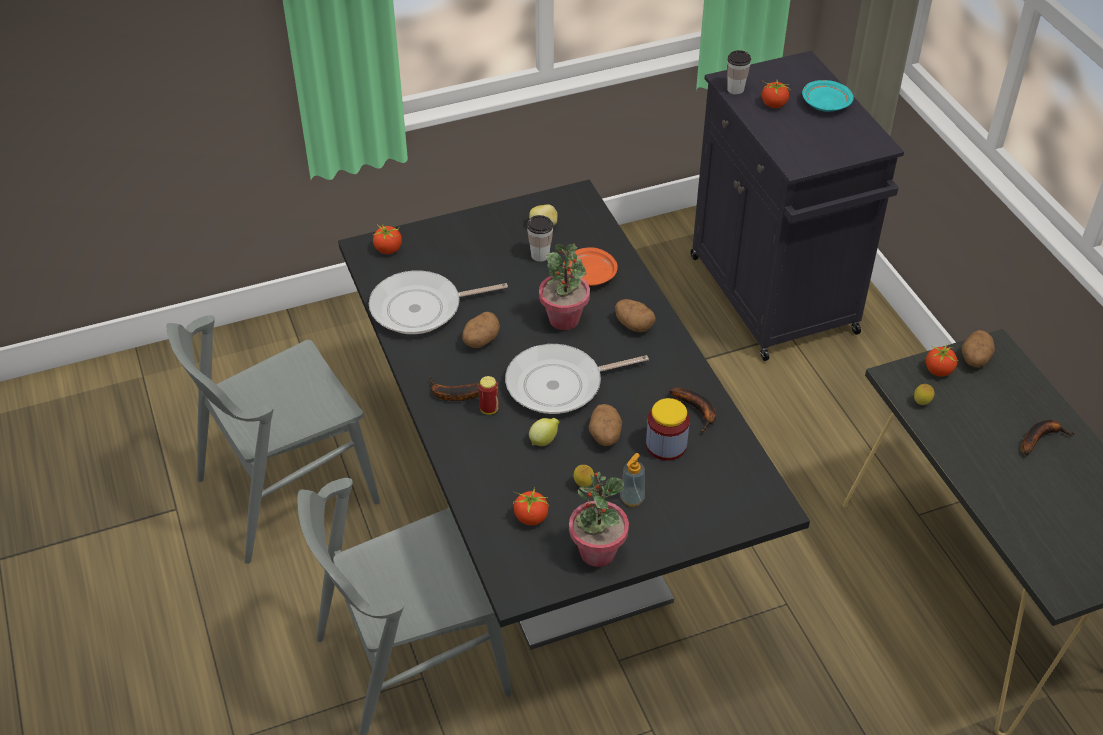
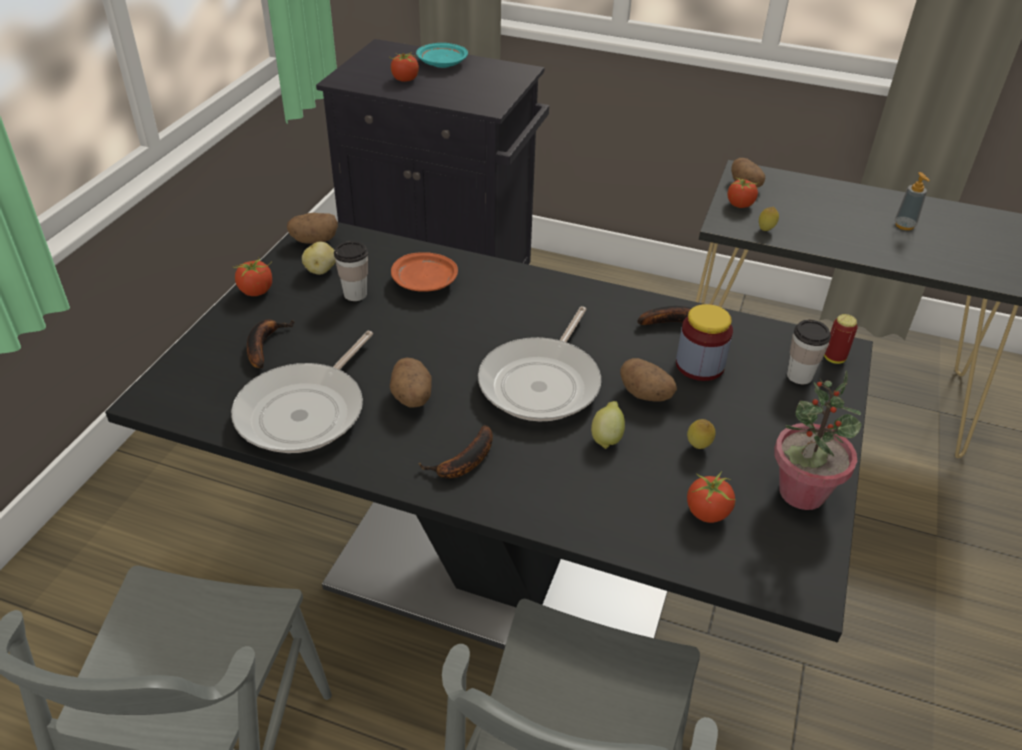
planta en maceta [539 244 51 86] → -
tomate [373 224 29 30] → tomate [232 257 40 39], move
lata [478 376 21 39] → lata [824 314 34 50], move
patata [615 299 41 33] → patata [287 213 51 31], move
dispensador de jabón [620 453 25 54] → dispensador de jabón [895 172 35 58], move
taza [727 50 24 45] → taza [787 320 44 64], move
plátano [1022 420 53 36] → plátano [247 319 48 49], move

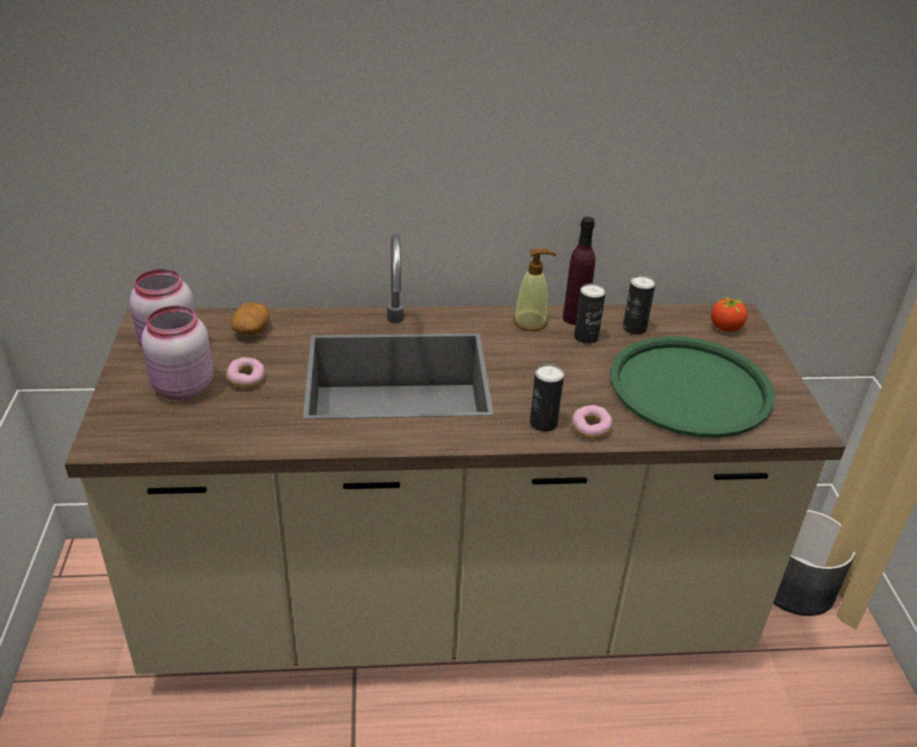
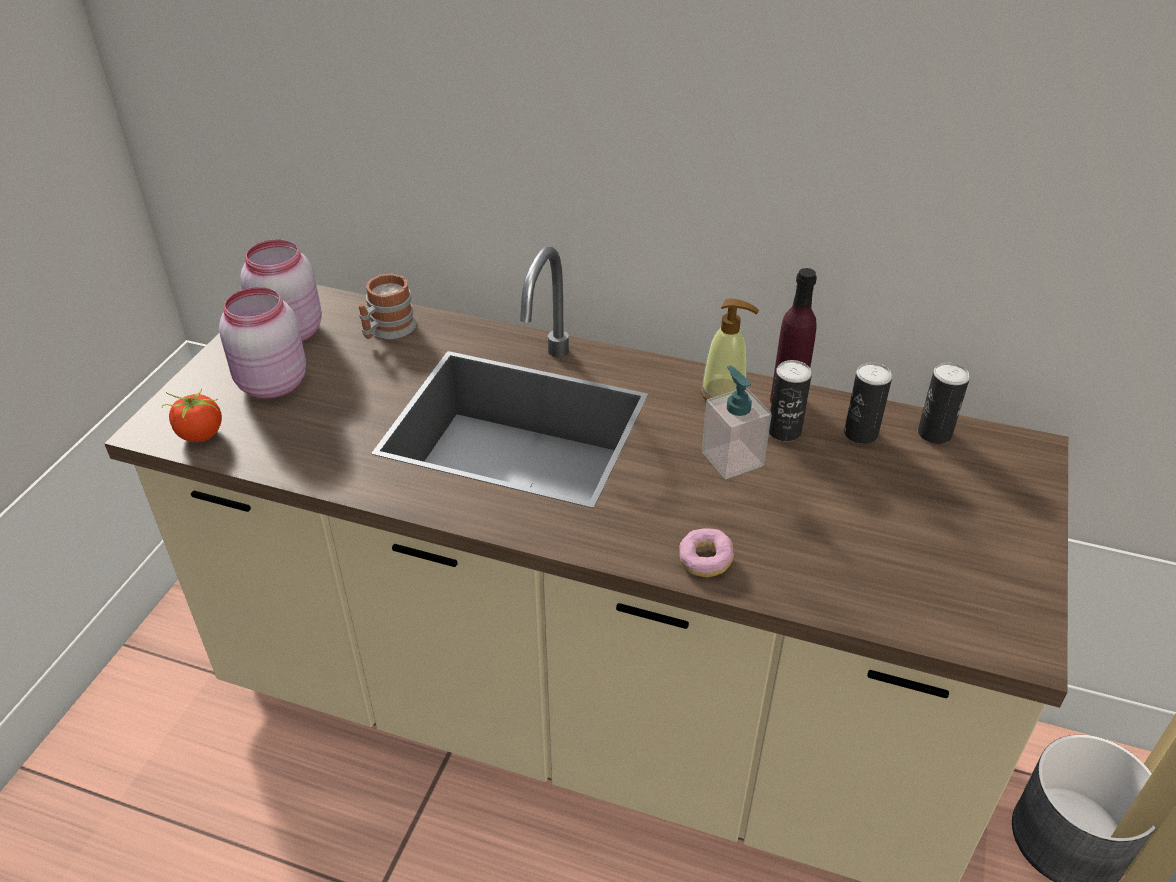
rosquilla [226 357 39 32] → -
bandeja (verde) [610 336 165 102] → -
- → dispensador de jabón [702 366 70 113]
lata [530 364 34 68] → lata [918 362 52 82], move
tomate [711 295 36 37] → tomate [162 388 60 54], move
patata [231 302 39 34] → taza grande [358 273 58 66]

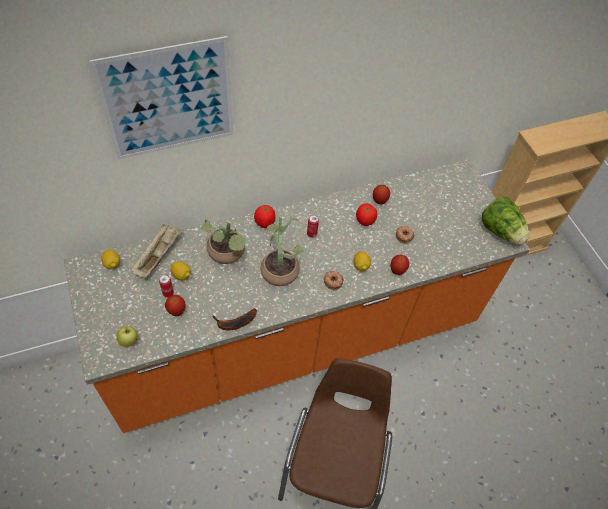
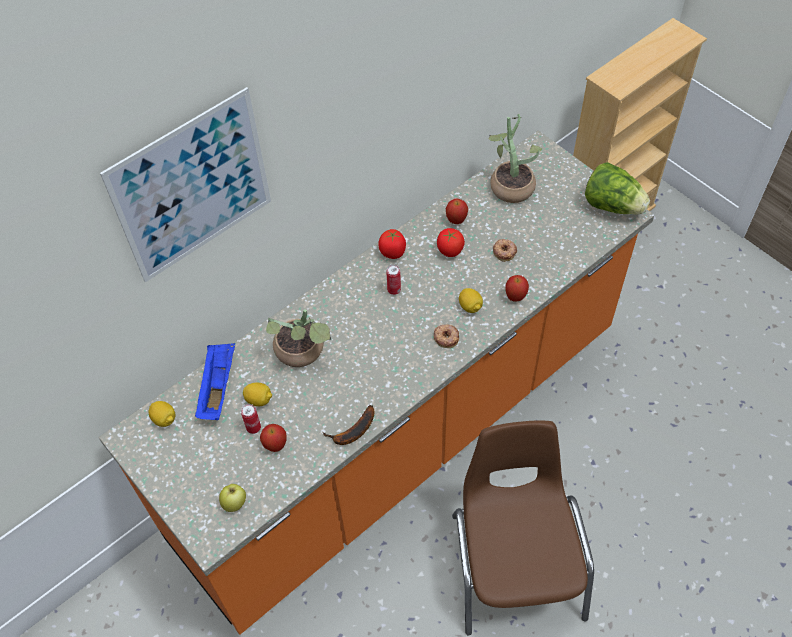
tomate [254 205 22 23] → tomate [378 229 28 30], move
planta en maceta [260 216 44 70] → planta en maceta [488 114 54 89], move
bandeja (beis) [131 224 51 54] → bandeja (azul) [195 343 40 77]

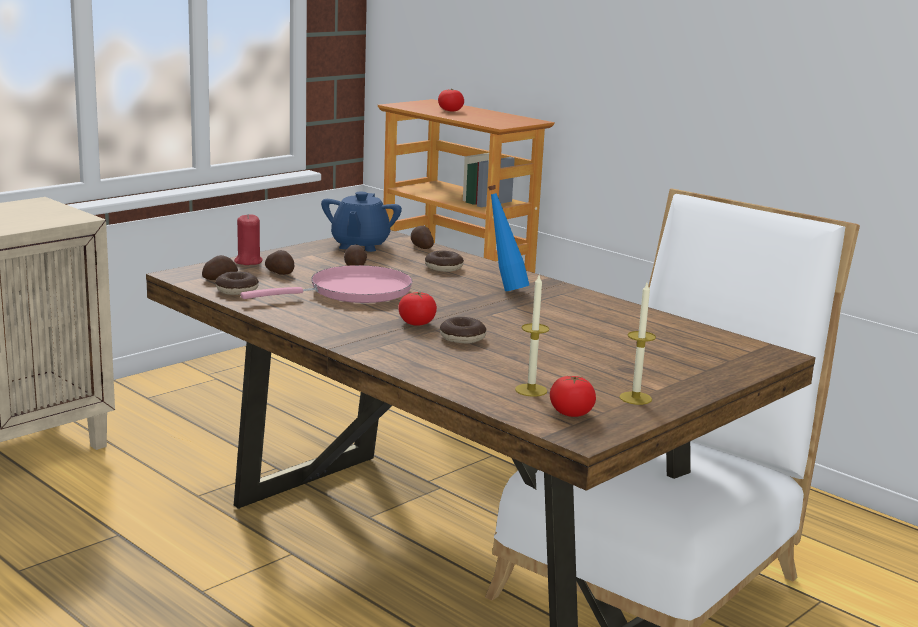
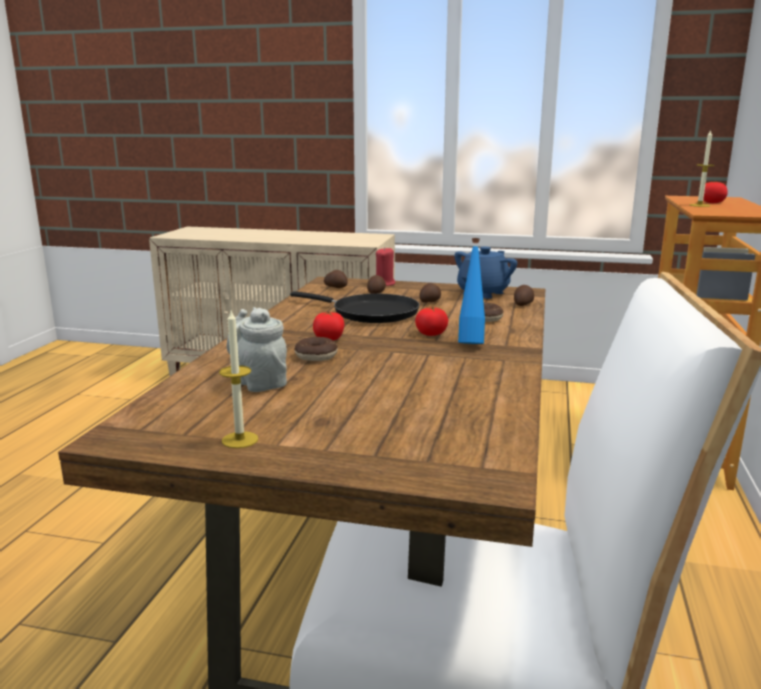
rosquilla [215 272 44 23] → -
- → tetera (gris) [226 307 61 85]
vela [515 275 34 122] → vela [690 130 25 77], move
tomate [550 376 46 41] → tomate [415 307 33 29], move
sartén (rosa) [241 265 172 38] → sartén (negro) [290 291 130 32]
tetera (azul) [321 192 81 60] → tetera (azul) [455 247 62 52], 150 degrees clockwise

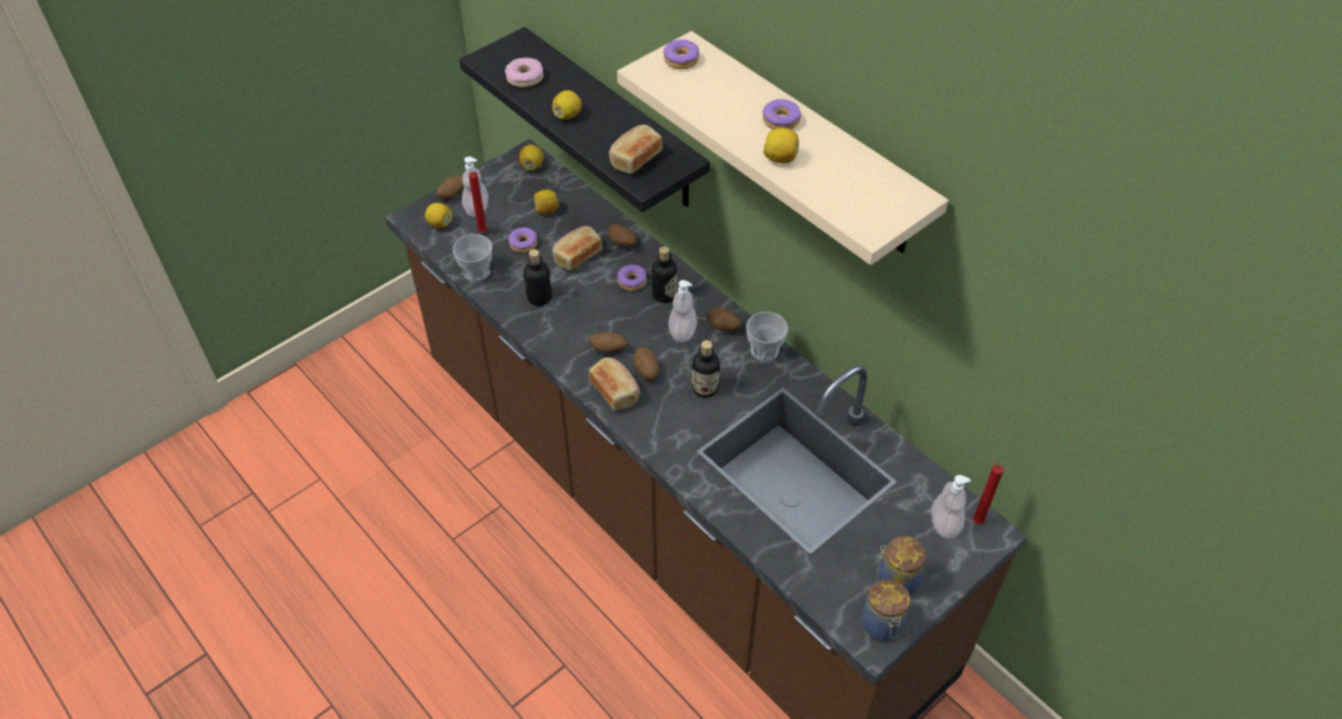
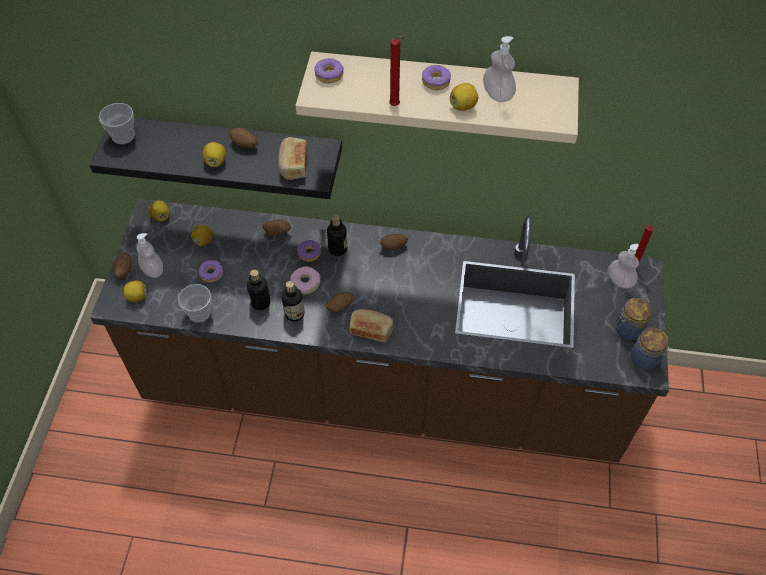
pan [552 226 51 45] → -
vela (rojo) [469 171 19 62] → vela (rojo) [389 36 16 70], move
rosquilla [505 58 38 30] → rosquilla [290 266 30 29], move
patata [634 347 25 33] → patata [230 128 28 21], move
dispensador de jabón [668 280 29 62] → dispensador de jabón [483 36 33 66], move
botella [692 340 28 58] → botella [282 281 22 40], move
taza [746 312 42 50] → taza [99 103 36 41], move

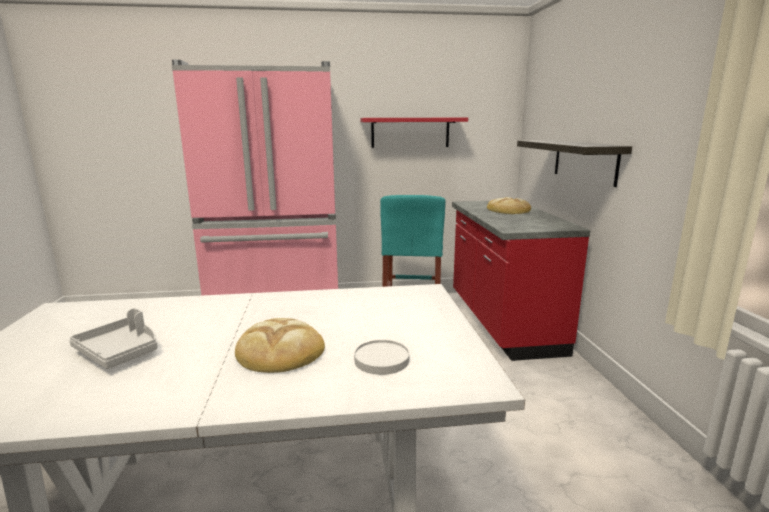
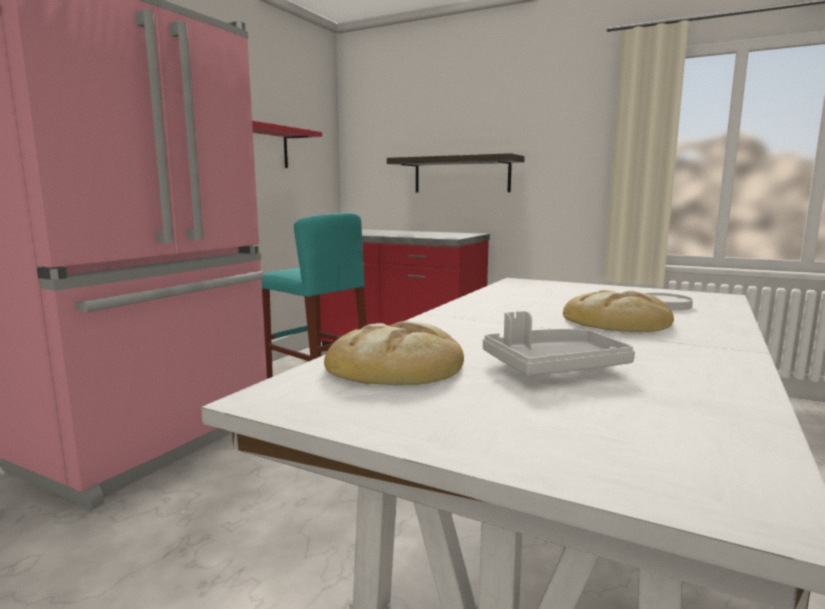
pan [487 197 44 17] → pan [324 321 140 64], move

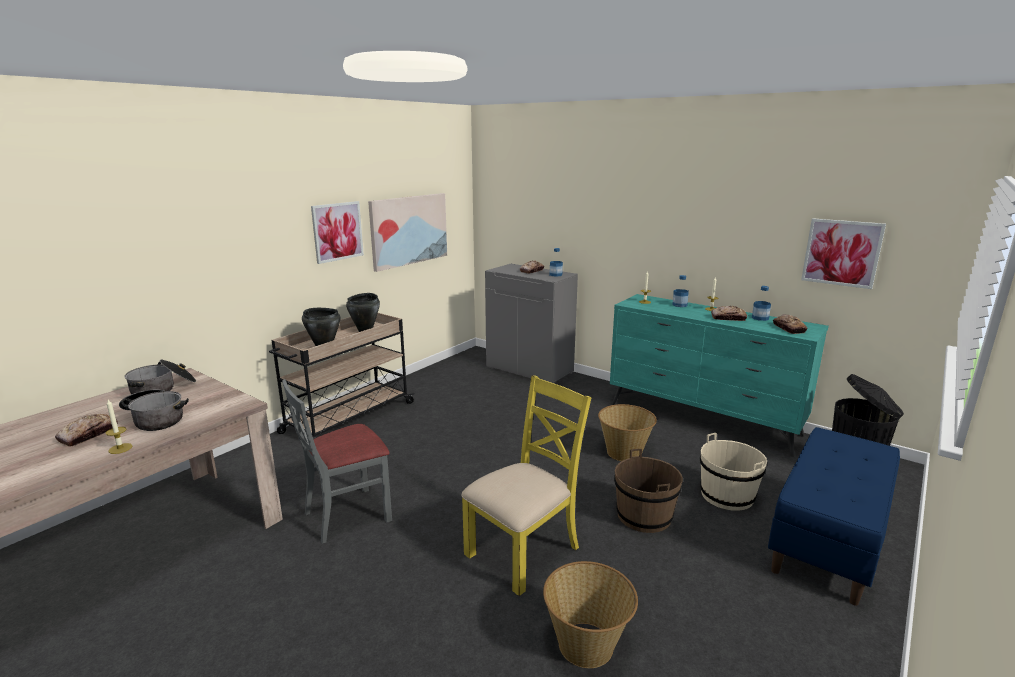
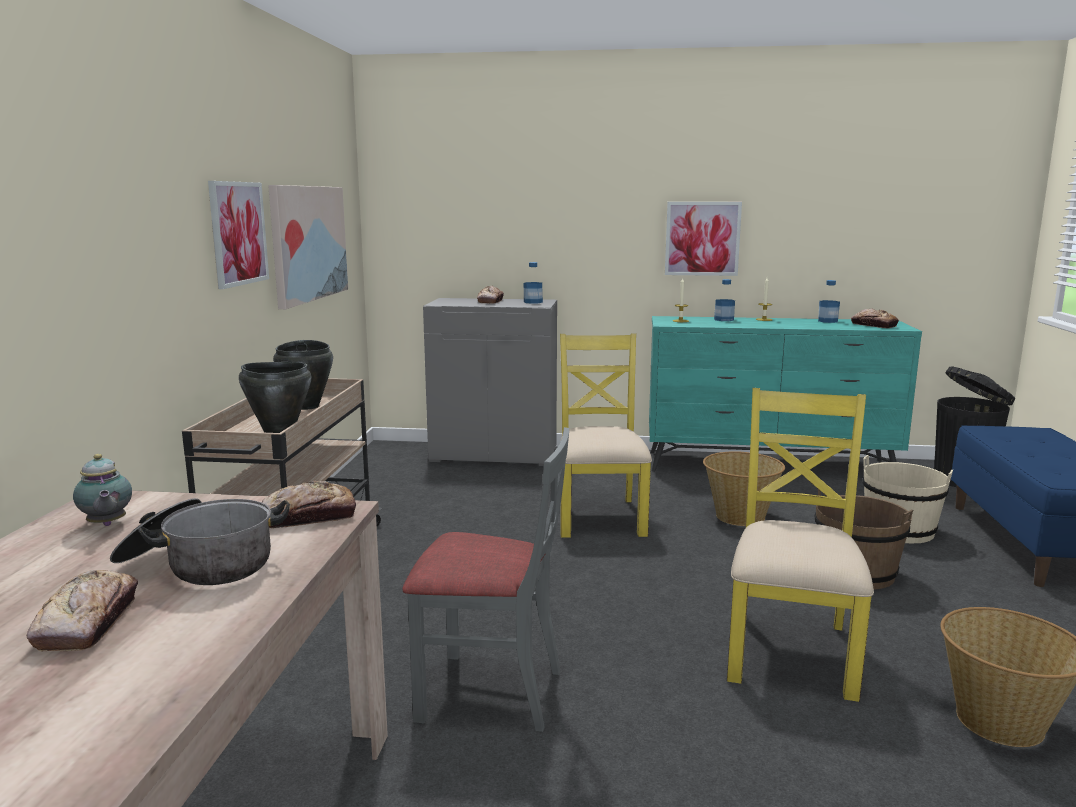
vela [106 400 27 54] → -
- → silla (amarillo) [560 333 92 205]
pan [711 306 36 15] → pan [262 481 94 47], move
cuadro [801 218 85 71] → cuadro [665 202 77 74], move
olla [124 360 72 34] → tetera [73 454 59 72]
silla (gris) [282 379 110 165] → silla (gris) [402 427 167 305], 105 degrees counterclockwise

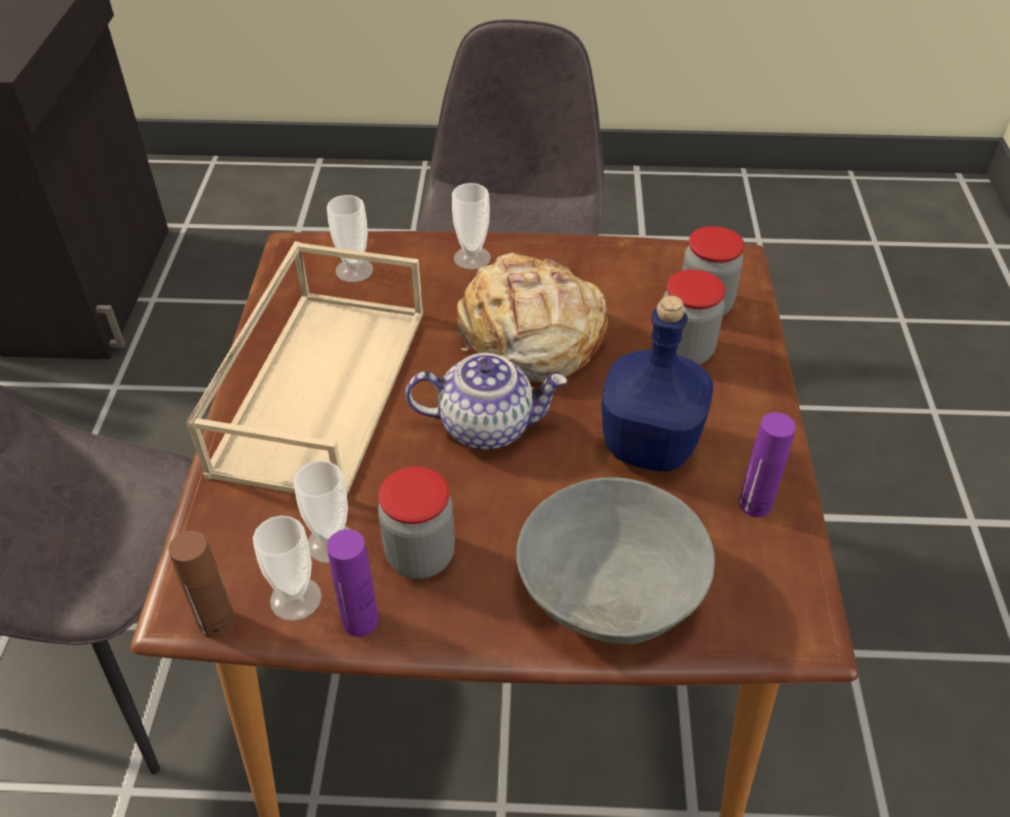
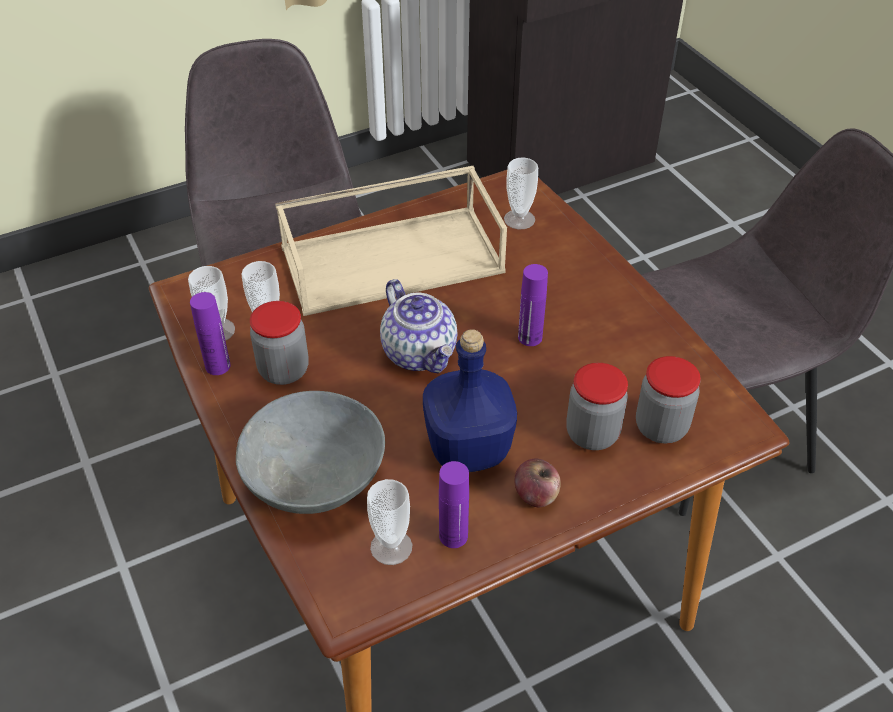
botella (marrón) [168 531 68 107] → -
- → manzana [514 459 47 48]
taza [452 183 39 87] → taza [367 479 46 86], move
pan [457 253 152 129] → botella (morado) [518 264 30 82]

